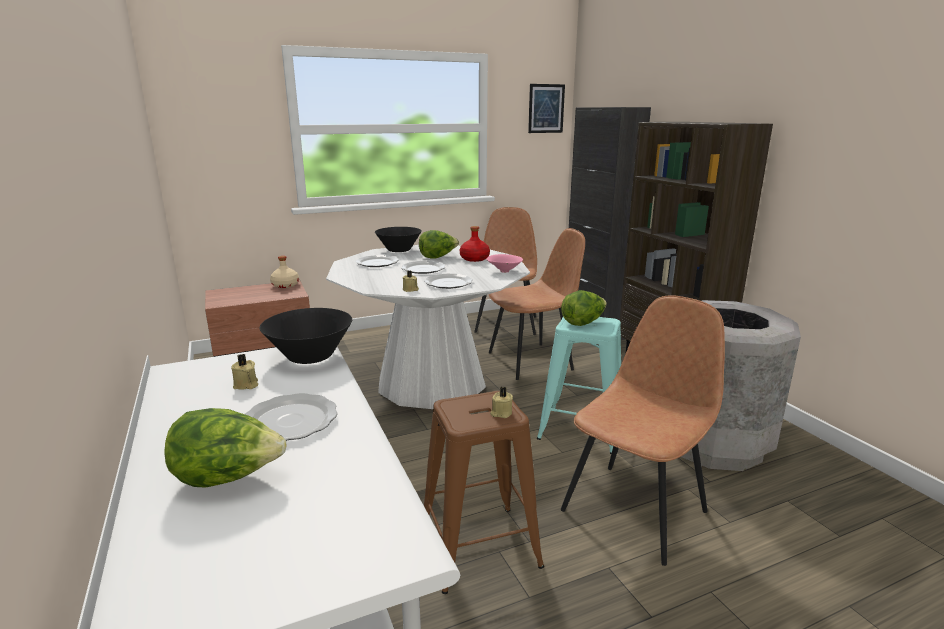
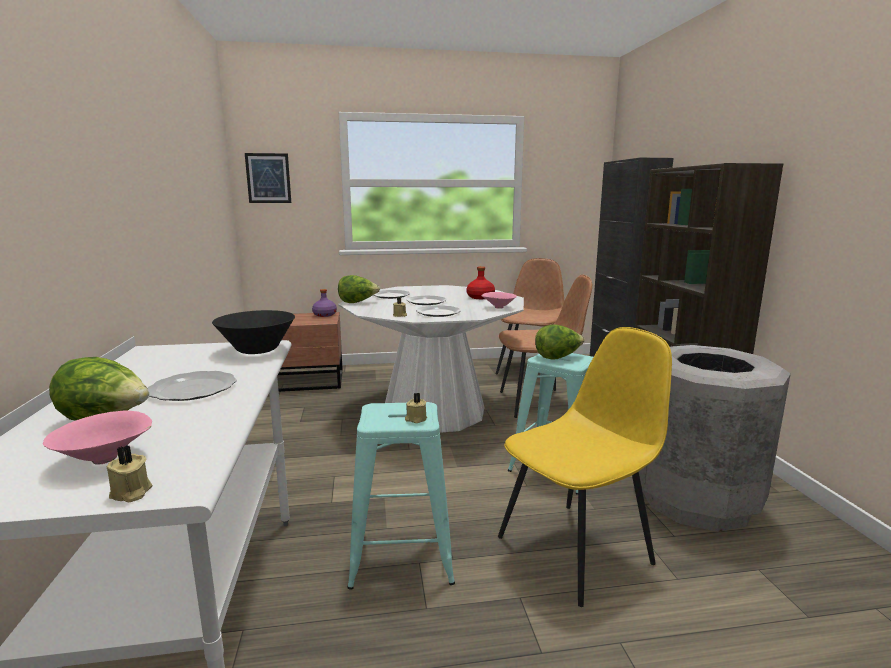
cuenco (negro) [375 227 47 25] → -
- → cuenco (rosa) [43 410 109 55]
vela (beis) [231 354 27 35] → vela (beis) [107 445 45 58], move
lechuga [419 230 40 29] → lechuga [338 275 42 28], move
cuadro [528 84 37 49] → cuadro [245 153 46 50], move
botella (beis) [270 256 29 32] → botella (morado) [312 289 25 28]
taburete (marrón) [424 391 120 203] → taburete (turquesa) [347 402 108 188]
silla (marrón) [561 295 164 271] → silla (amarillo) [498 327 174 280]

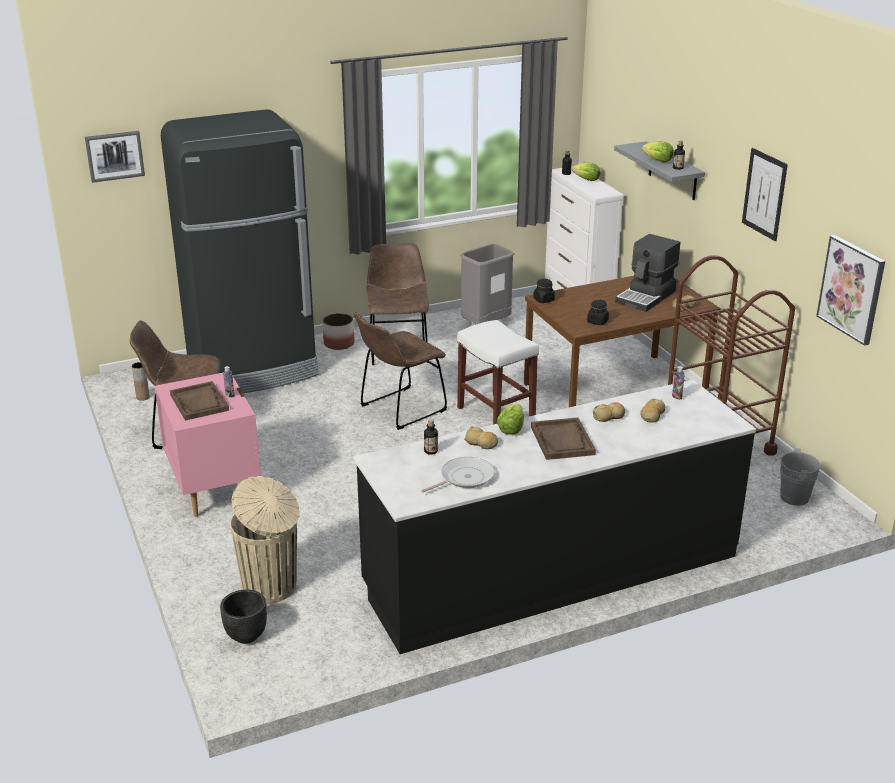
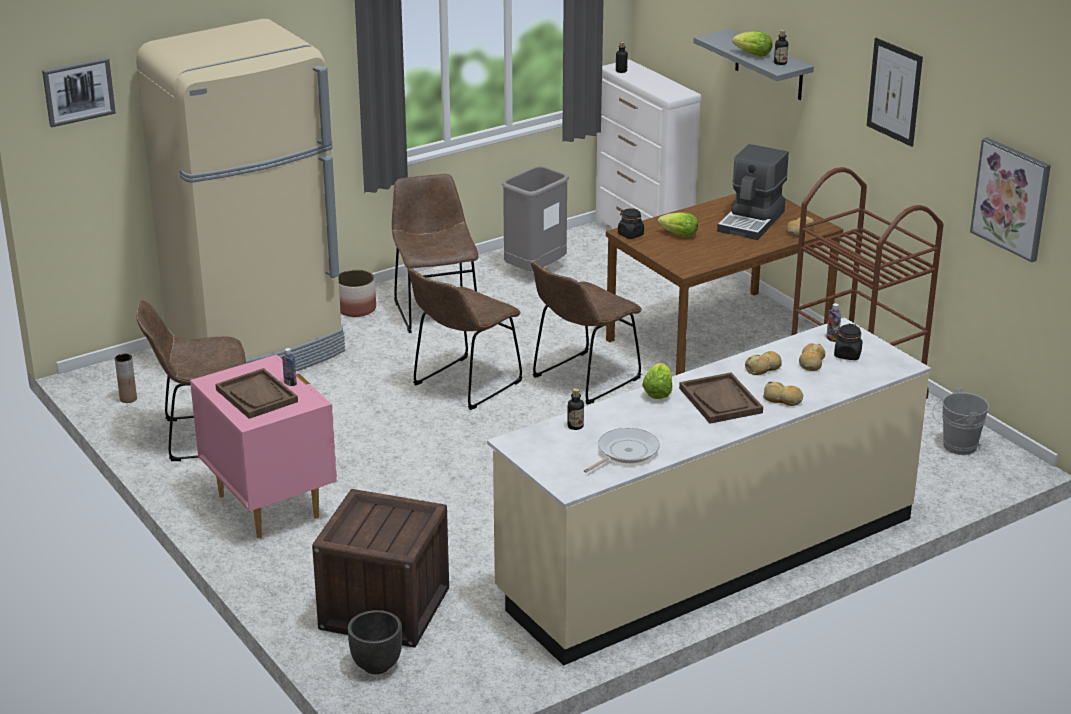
pan [464 427 34 22] → pan [763 382 40 24], move
lechuga [572 163 28 18] → lechuga [658 212 40 25], move
tarro (negro) [587 299 22 26] → tarro (negro) [834 324 29 36], move
papelera (beis) [230 476 70 128] → caja de embalaje [312 489 137 158]
taburete (blanco) [457 320 82 105] → silla (marrón) [531 261 111 143]
nevera (negro) [161 109 157 284] → nevera (beis) [136 19 209 352]
mueble bajo de cocina (negro) [353 380 403 274] → mueble bajo de cocina (beis) [487 318 444 347]

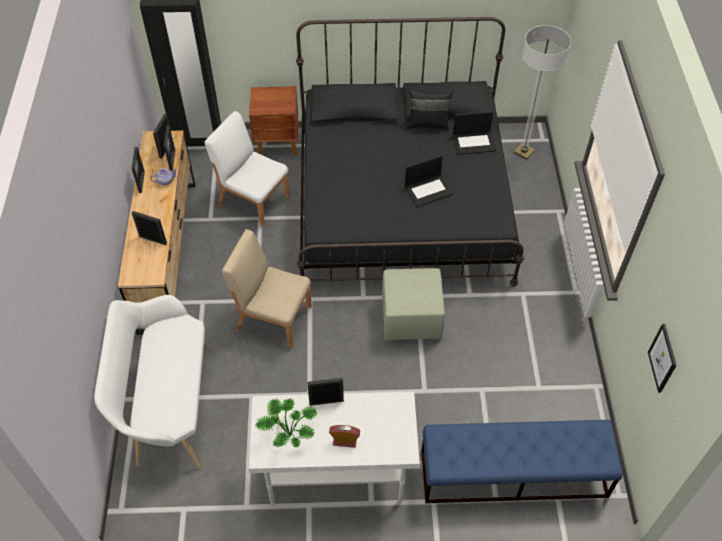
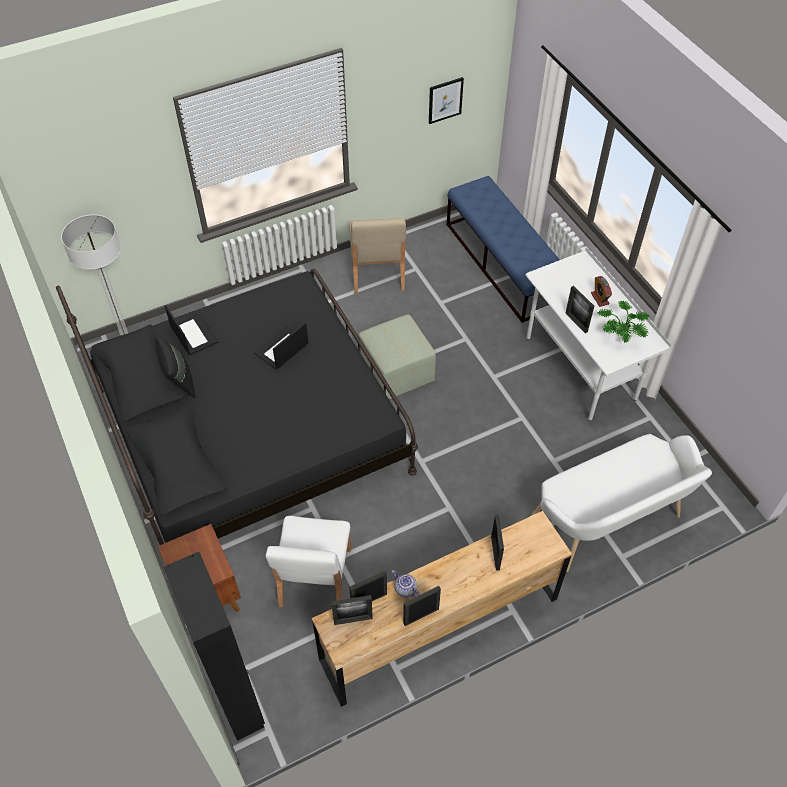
silla (beis) [222 229 90 119] → silla (beis) [349 218 57 76], move
portátil [405 155 48 52] → portátil [254 323 55 46], 90 degrees counterclockwise

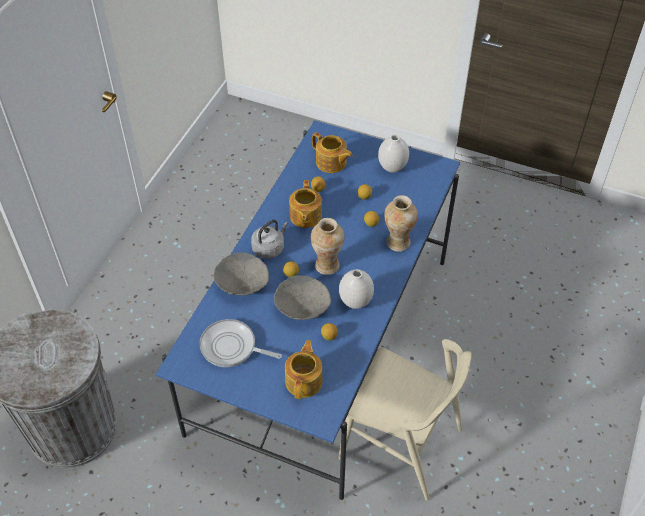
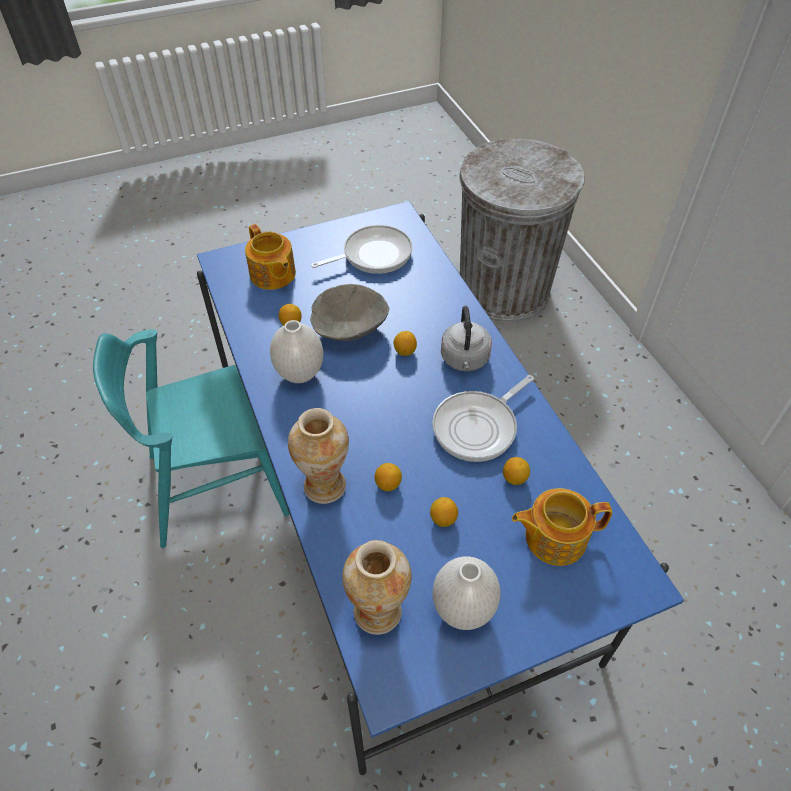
cuenco (gris) [213 252 56 44] → -
florero [311 218 33 57] → florero [342 540 70 95], move
tetera [289 180 33 48] → sartén [432 375 102 87]
silla (beis) [338 339 134 162] → silla (turquesa) [93 329 196 219]

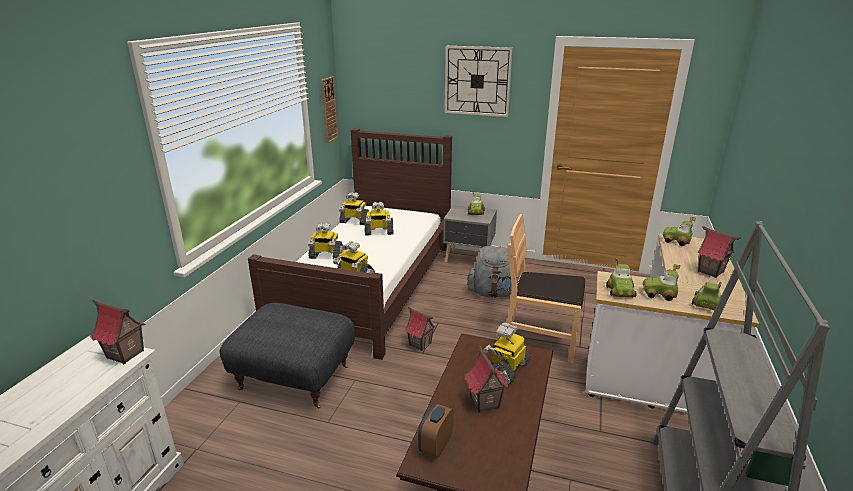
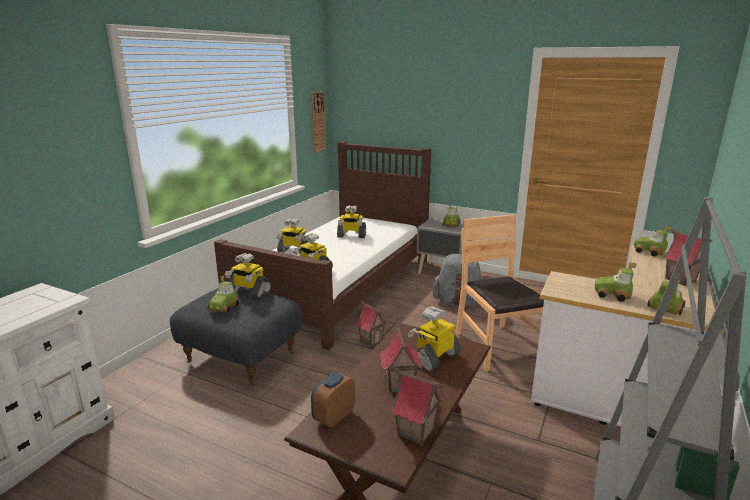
reloj de pared [445 46 67 71] → -
casita [90 300 56 64] → casita [390 368 54 78], move
robot de juguete [339 192 32 33] → robot de juguete [225 253 46 45], move
coche de juguete [606 258 31 40] → coche de juguete [208 275 31 38], move
silla (marrón) [507 214 78 149] → silla (marrón) [455 214 89 157], 45 degrees clockwise

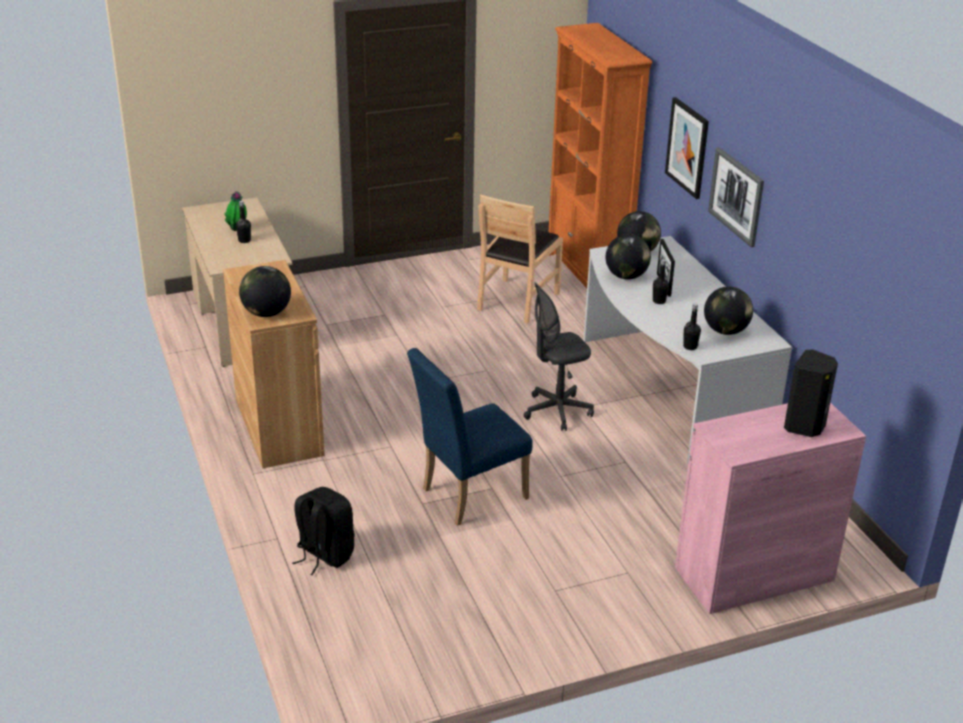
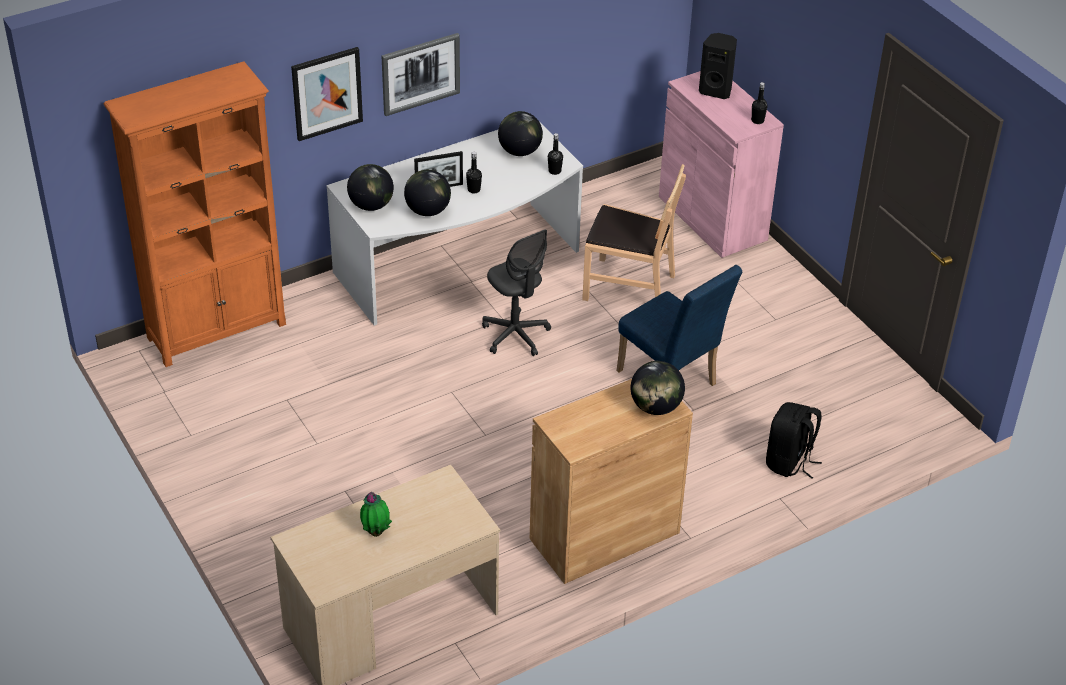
botella (negro) [236 201 15 42] → botella (negro) [751 82 17 42], move
silla (marrón) [477 194 86 130] → silla (marrón) [582 164 104 137], move

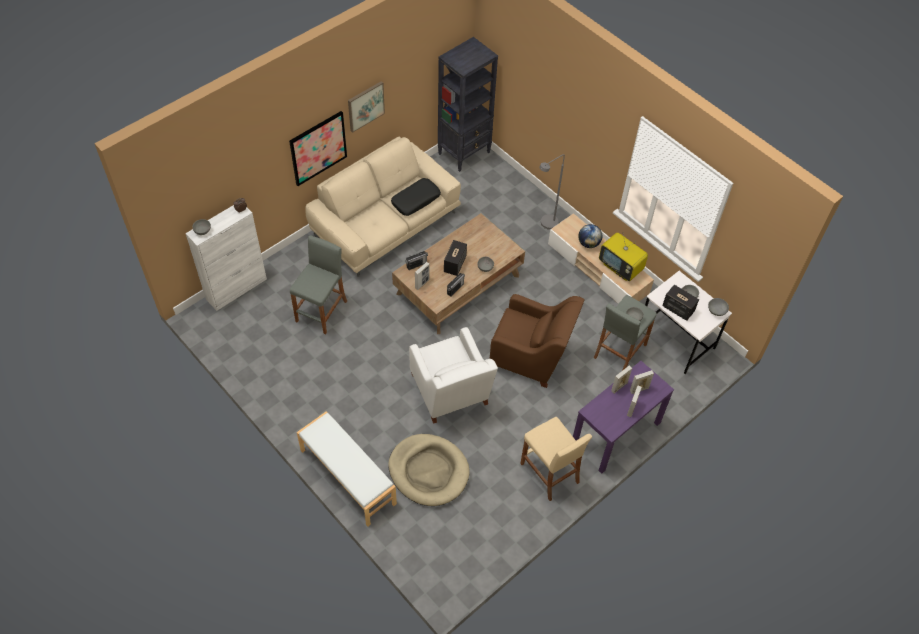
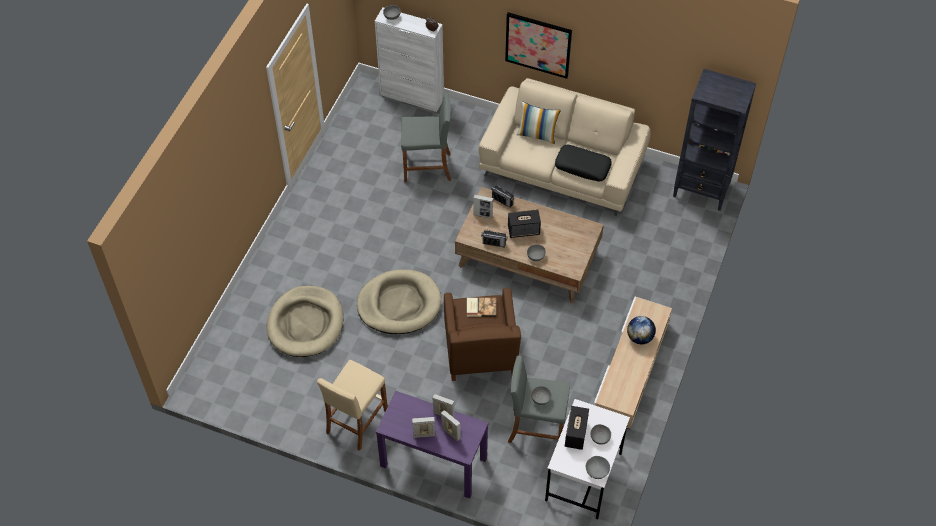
banco (blanco) [297 411 100 116] → -
cuadro [348 81 37 52] → -
lámpara de pie (gris) [539 154 26 76] → -
televisor [599 233 49 48] → -
- → libro [467 298 29 19]
- → cojín [517 101 44 43]
sillón (blanco) [409 327 89 97] → cama para perro (beis) [357 269 84 65]

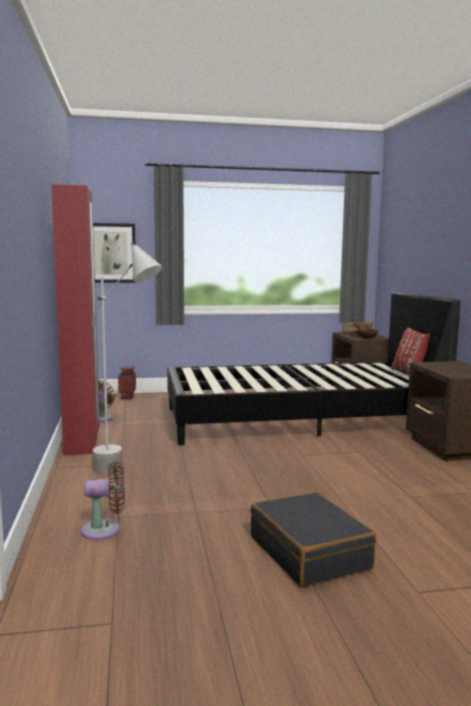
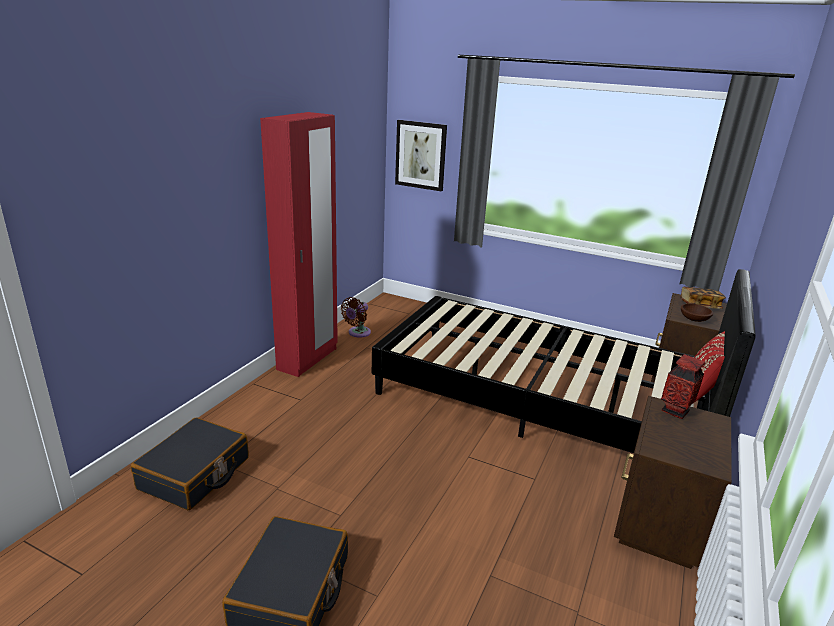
lámpara de pie (gris) [93 242 69 232] → -
florero [118 366 18 34] → florero [661 354 45 65], move
ventilador (marrón) [81 461 44 79] → maleta (negro) [131 418 118 92]

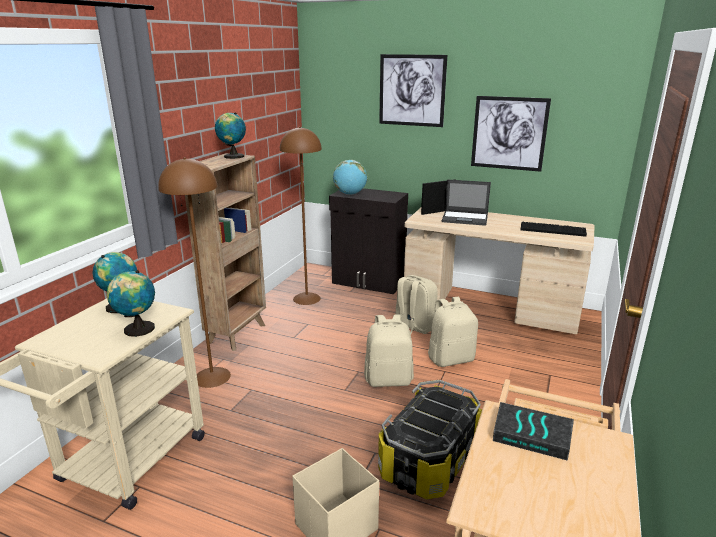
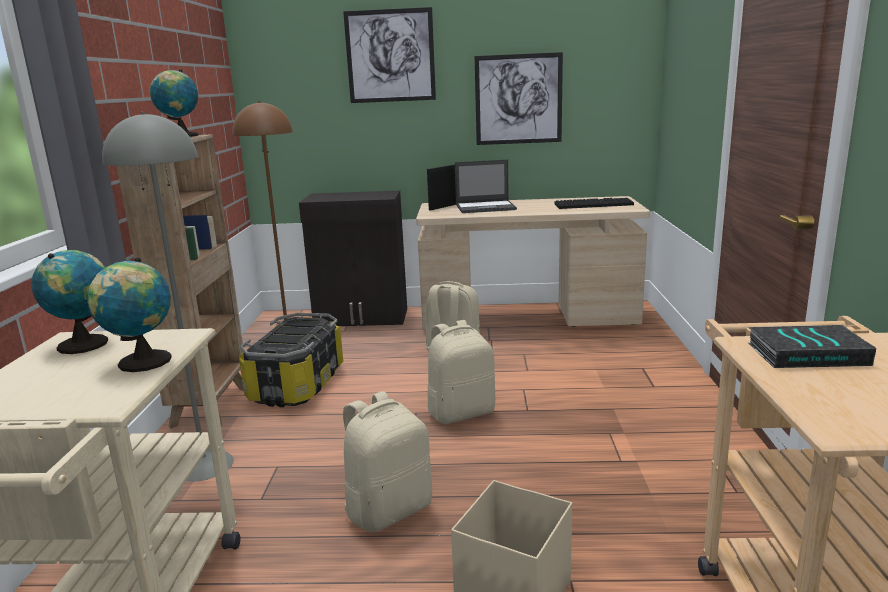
globo terráqueo [333 160 34 35] → -
caja de almacenaje [378 380 104 119] → caja de almacenaje [239 313 104 94], move
mochila (beis) [428 297 50 70] → mochila (beis) [343 391 89 141], move
lámpara de pie (marrón) [158 157 73 231] → lámpara de pie (gris) [102 112 132 370]

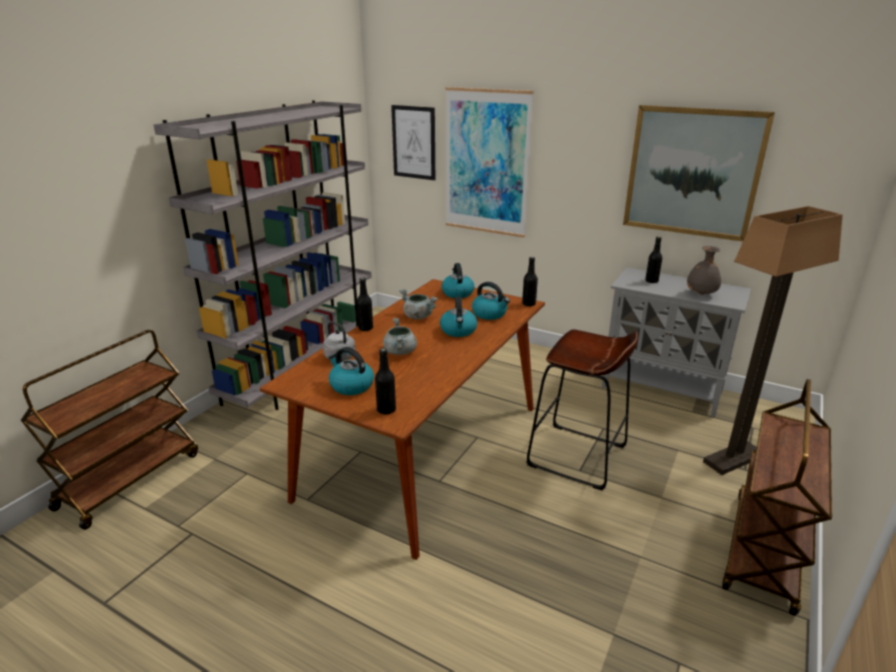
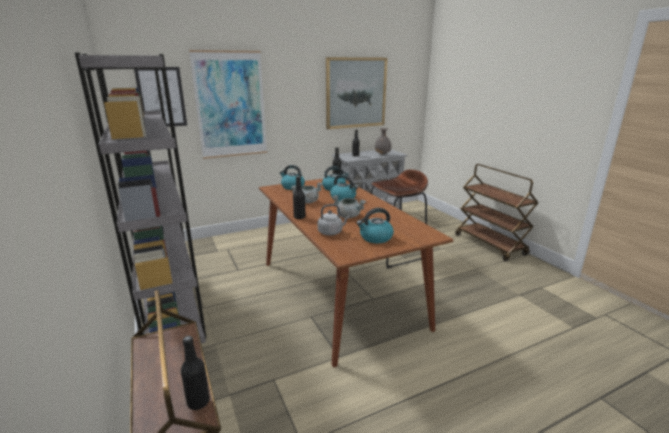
lámpara de pie [703 206 140 269] → -
botella (negro) [375 348 21 66] → botella (negro) [181 336 29 74], move

